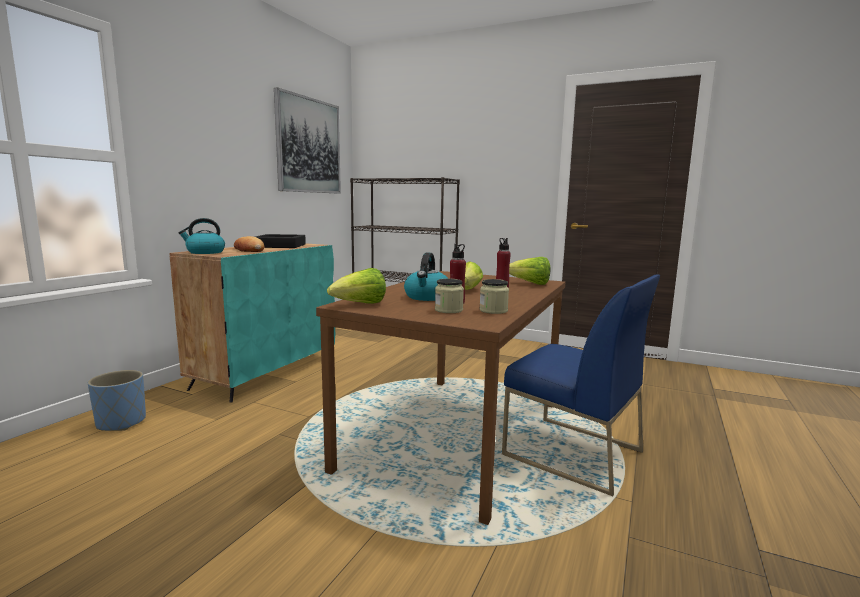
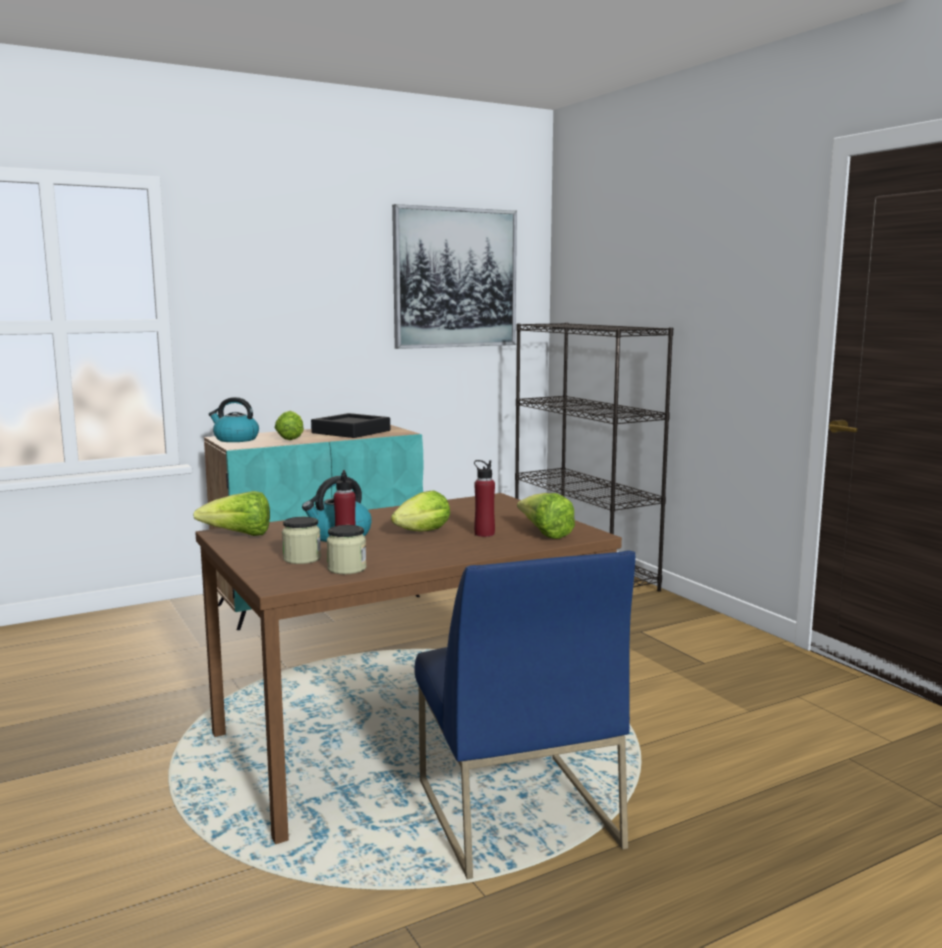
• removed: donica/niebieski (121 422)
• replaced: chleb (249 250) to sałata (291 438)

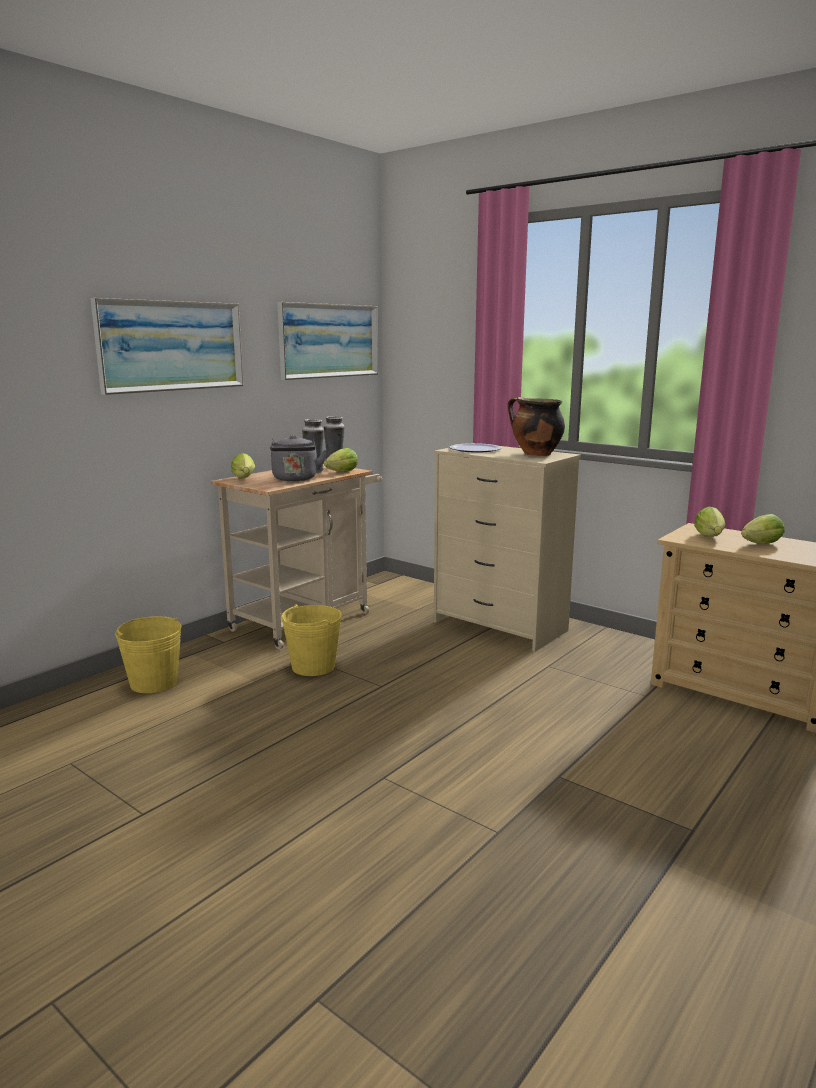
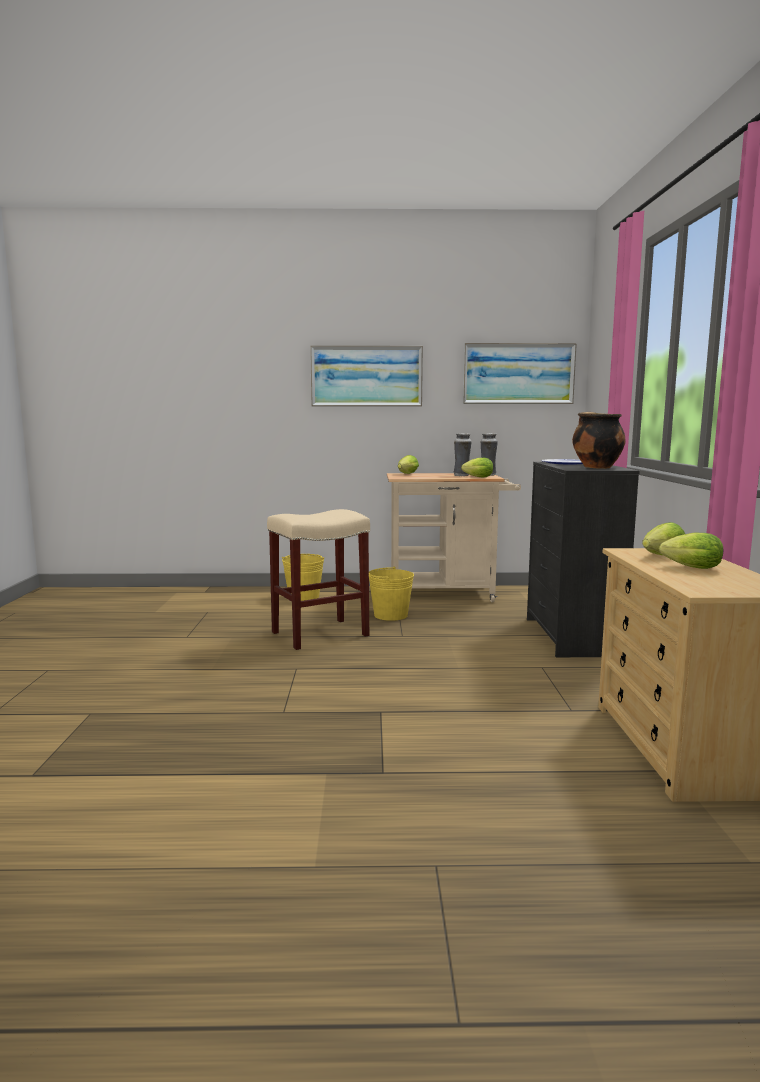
• removed: czajnik/szary (295 479)
• recoloured: komoda/beżowy (499 626) to komoda/czarny (570 636)
• added: stołek/beżowy (321 633)

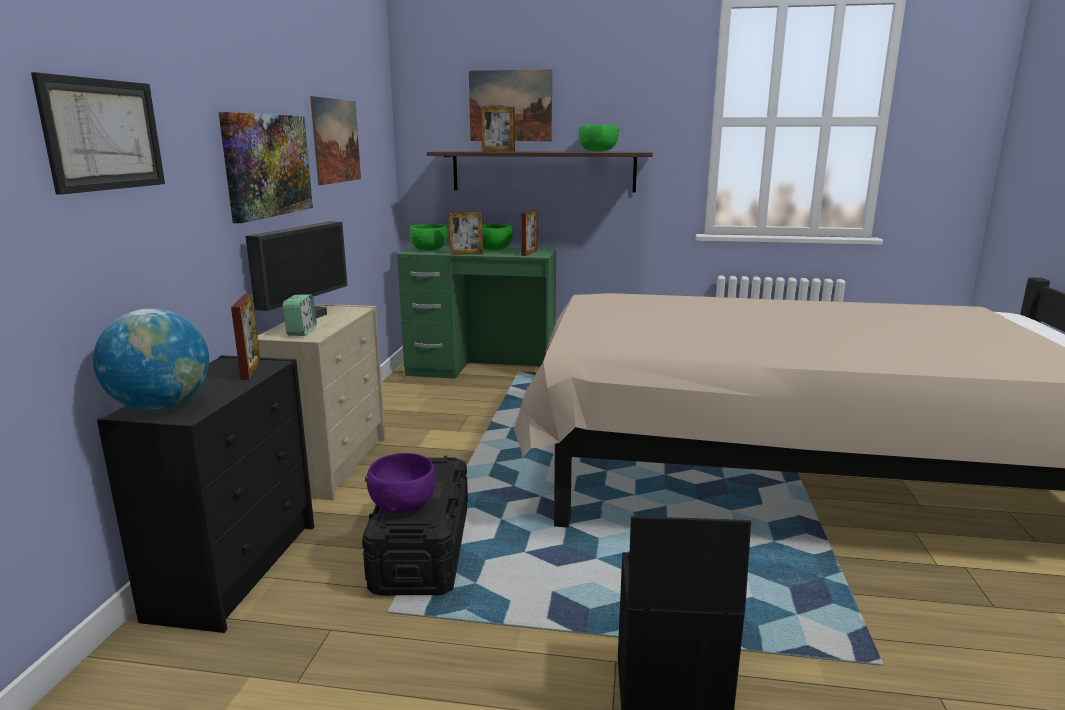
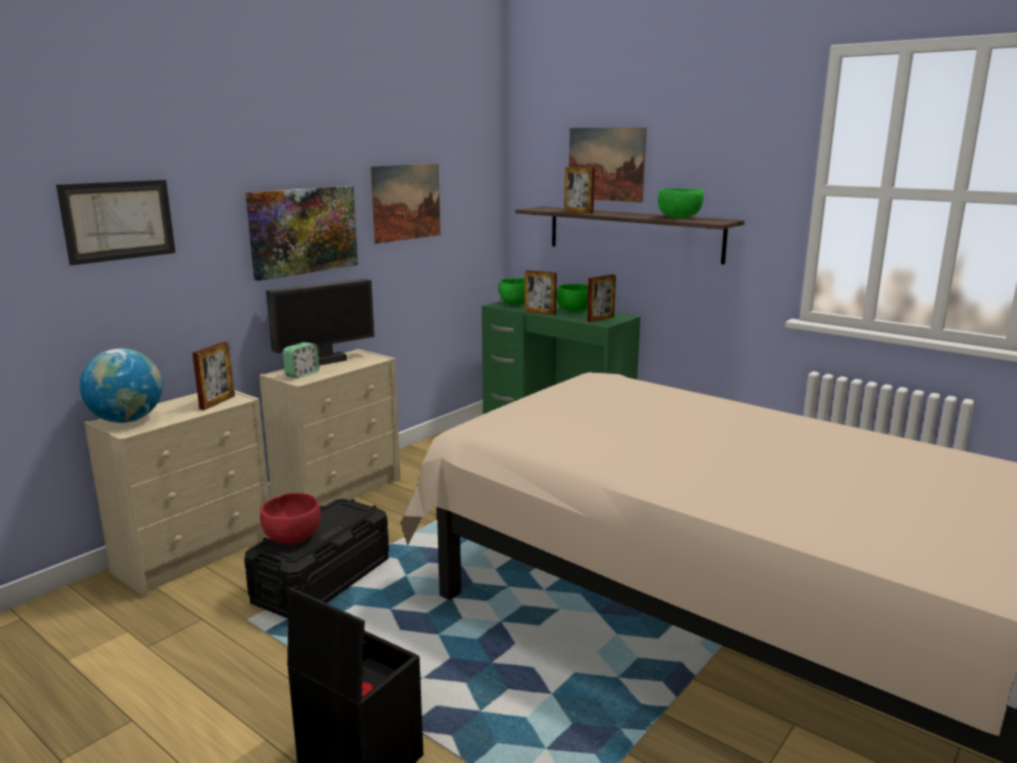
• recoloured: komoda/czarny (237 568) to komoda/beżowy (197 554)
• recoloured: miska/fioletowy (402 504) to miska/czerwony (293 537)

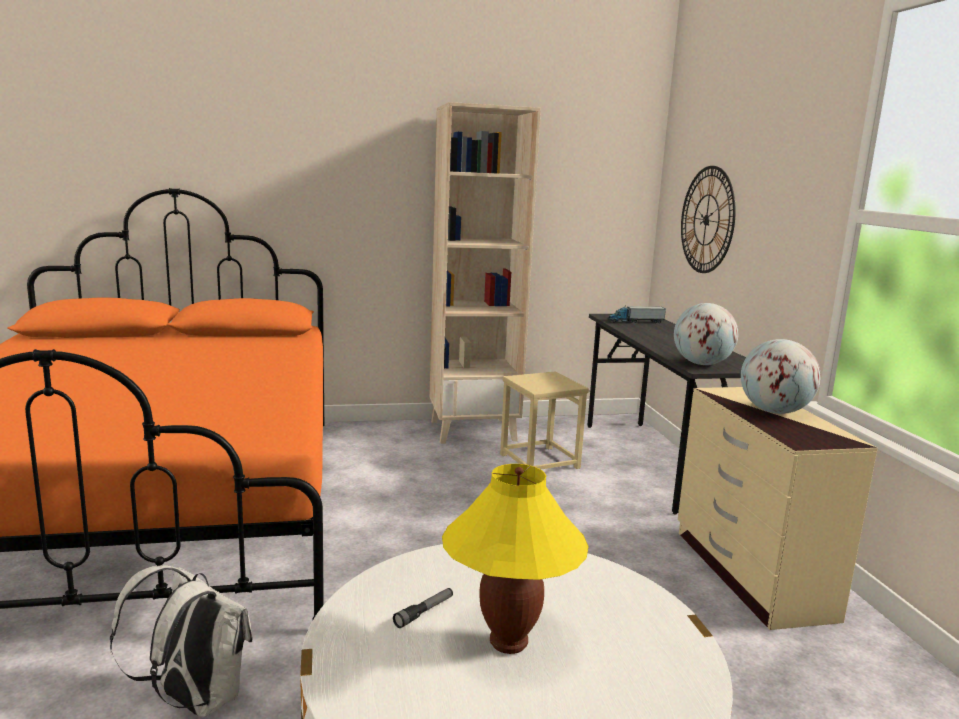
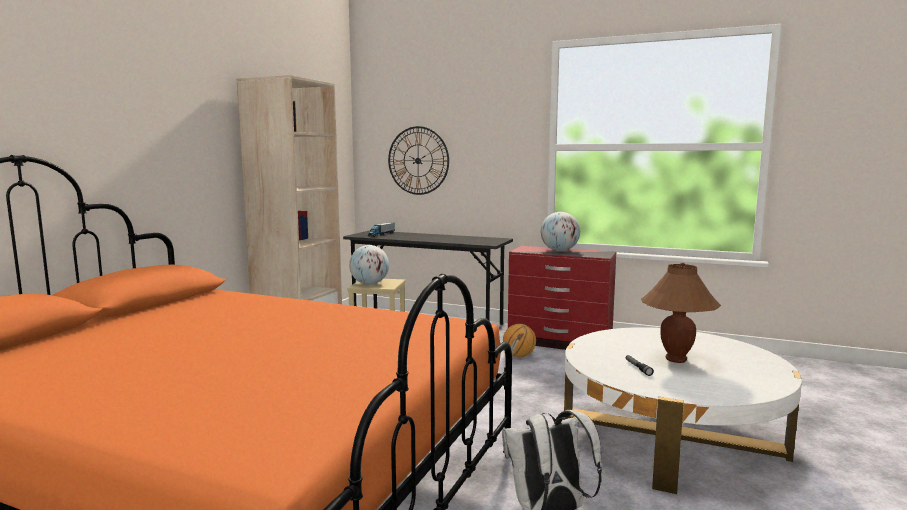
• recoloured: lampa stołowa/żółty (508 642) to lampa stołowa/brązowy (675 359)
• moved: globus (701 364) to (369 284)
• recoloured: komoda/beżowy (750 574) to komoda/czerwony (560 342)
• added: piłka do koszykówki (519 356)

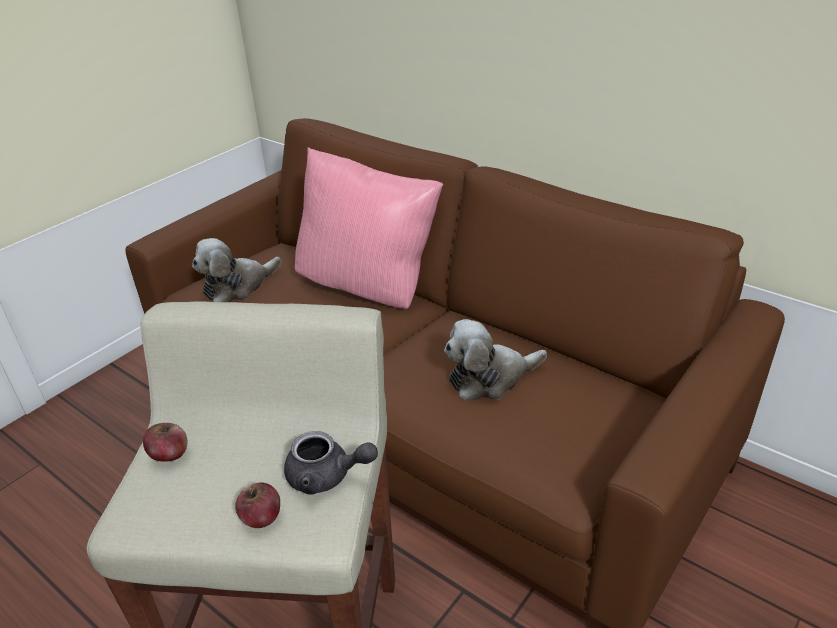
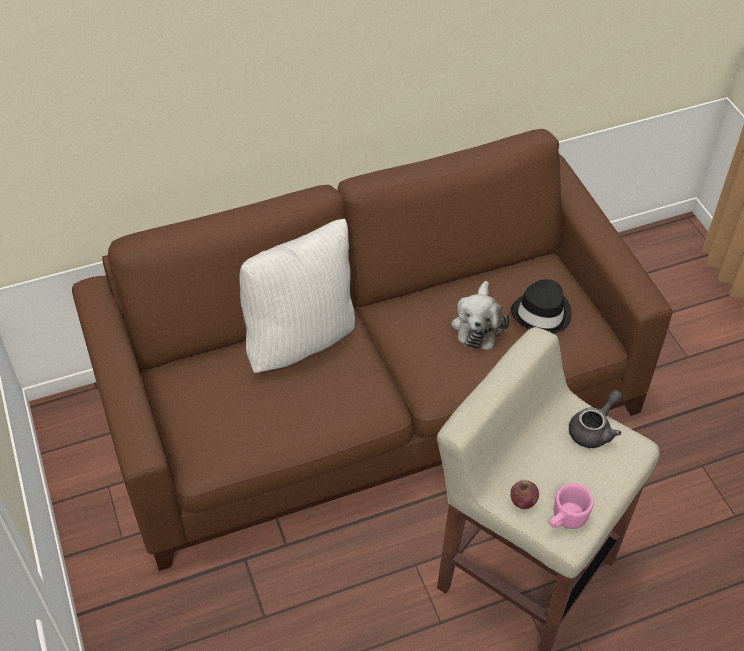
• removed: pluszak (238 286)
• removed: jabłko (261 518)
• recoloured: poduszka/różowy (370 288) to poduszka/biały (301 338)
• added: kapelusz/czarny (542 313)
• added: kubek/różowy (565 519)

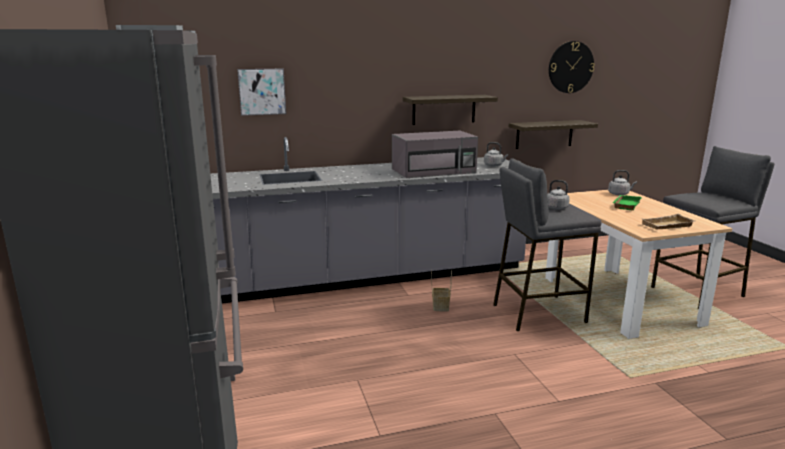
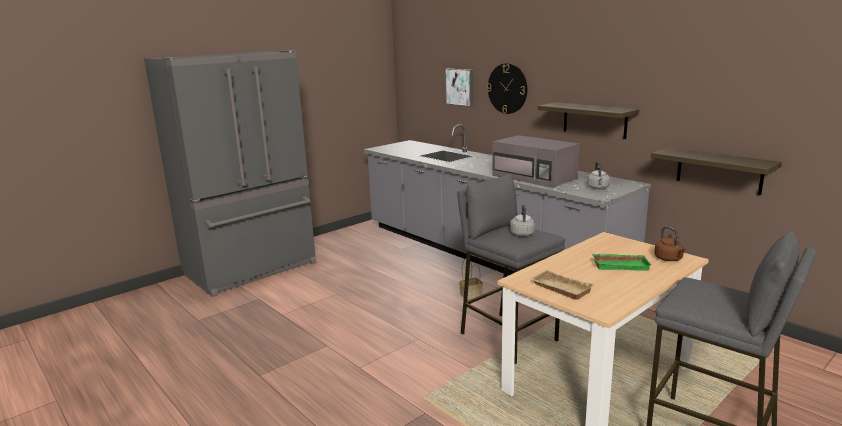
• moved: zegar ścienny (570 67) to (507 88)
• recoloured: czajnik/szary (619 194) to czajnik/brązowy (669 259)

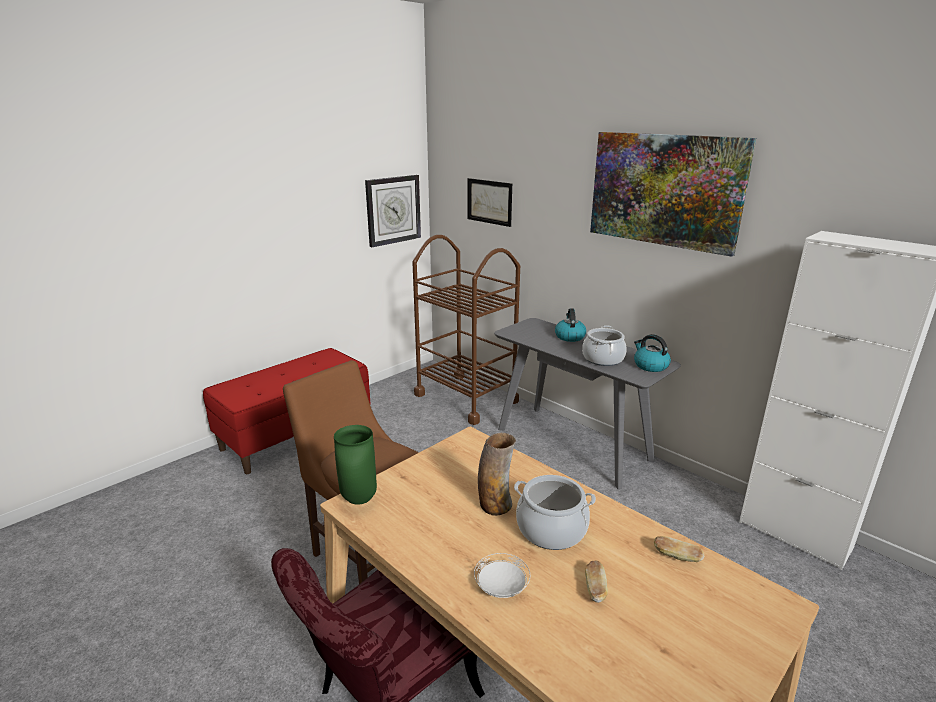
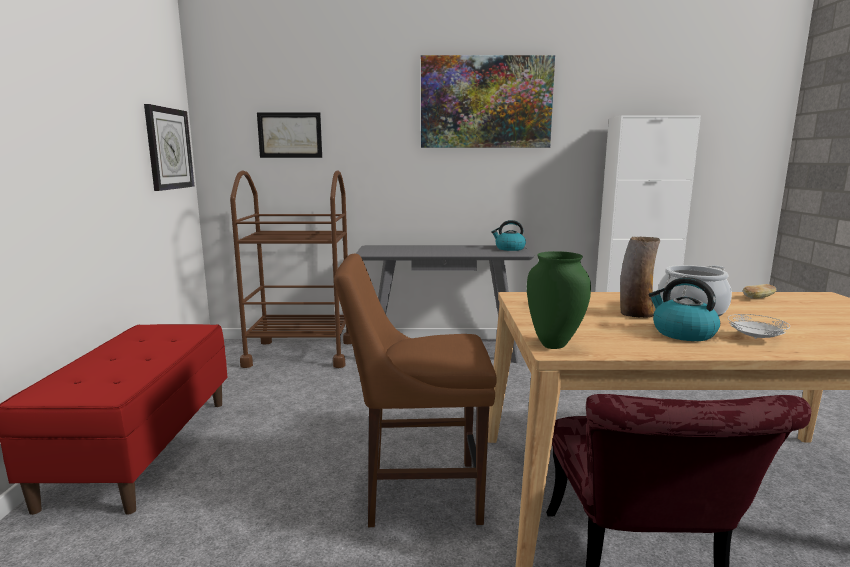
• moved: czajnik (569 336) to (682 333)
• removed: garnek (603 359)
• removed: chleb (595 589)

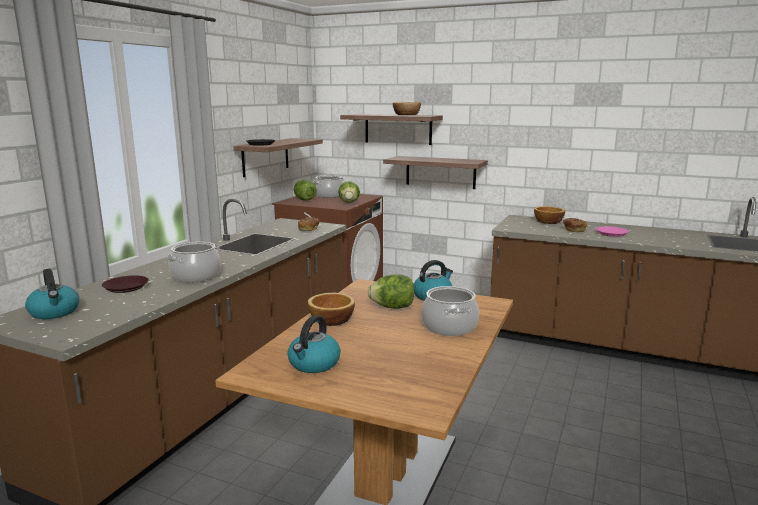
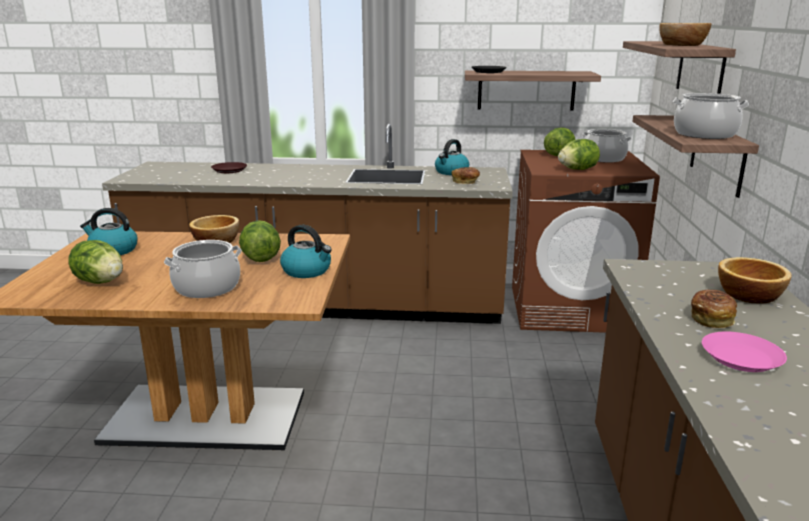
• moved: czajnik (55 312) to (451 172)
• moved: garnek (196 276) to (704 134)
• added: sałata (100 282)

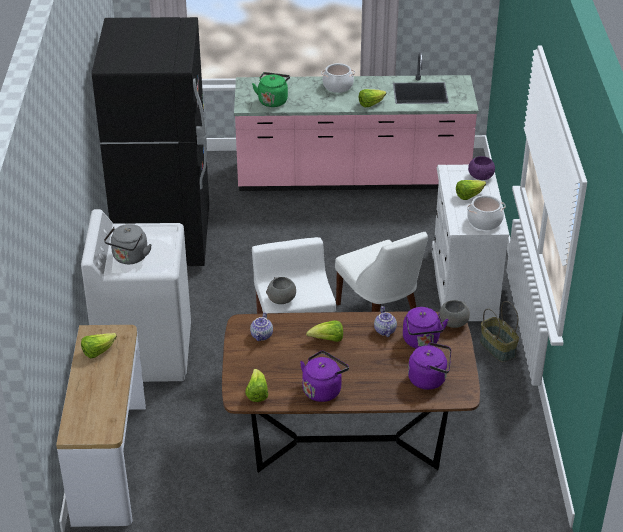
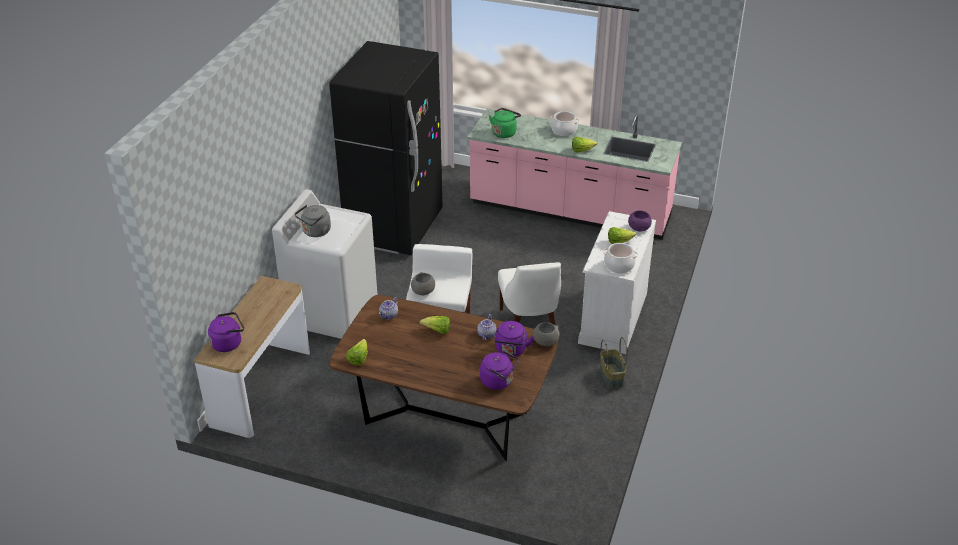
• removed: sałata (98 351)
• moved: czajnik/fioletowy (323 389) to (228 343)

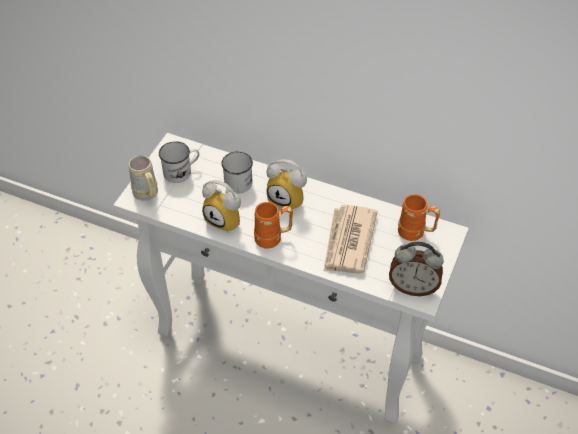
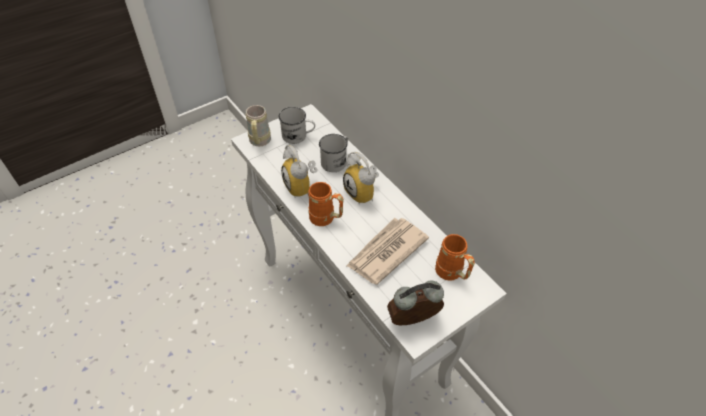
• turned: budzik (413 287) = (413 321) 120 degrees clockwise

